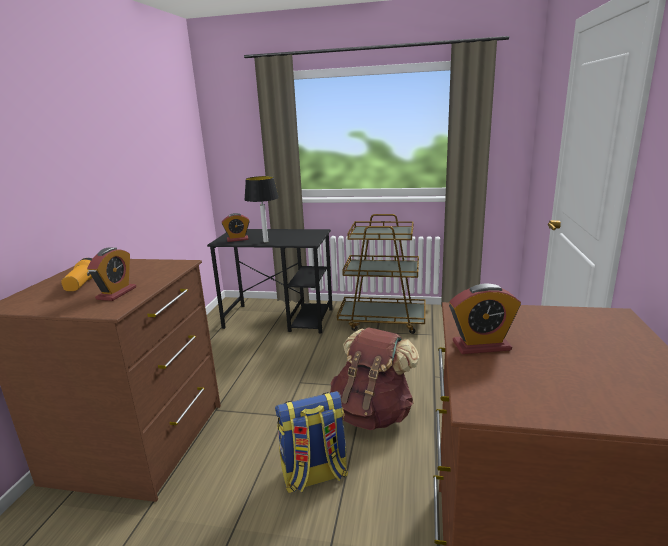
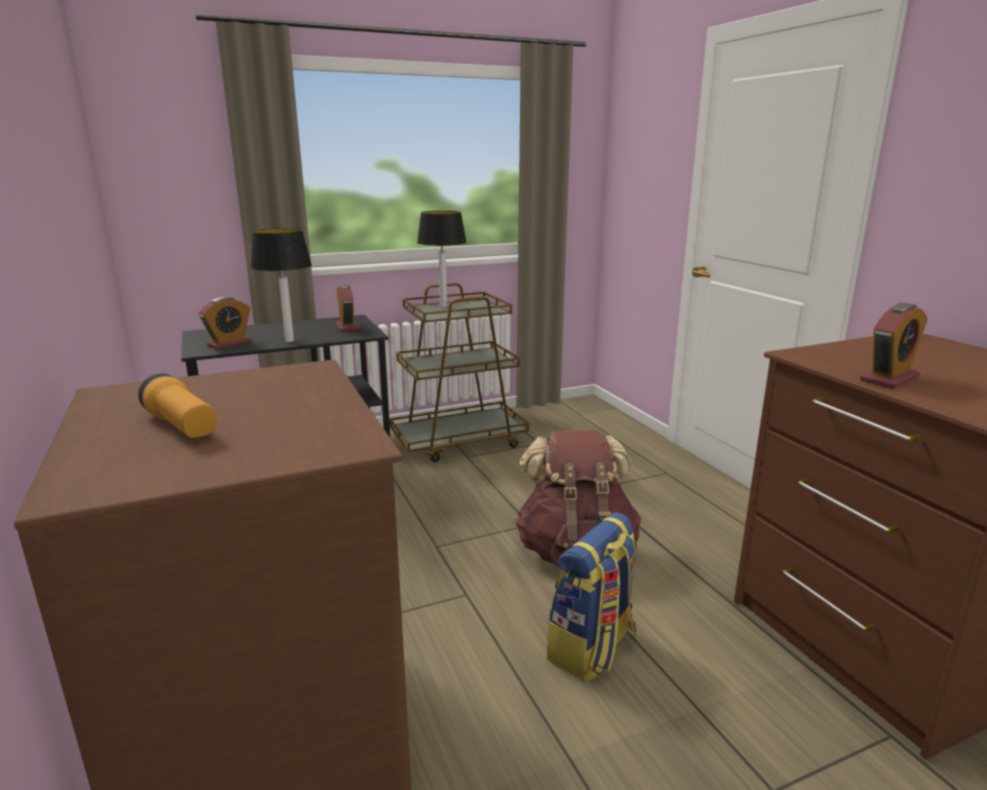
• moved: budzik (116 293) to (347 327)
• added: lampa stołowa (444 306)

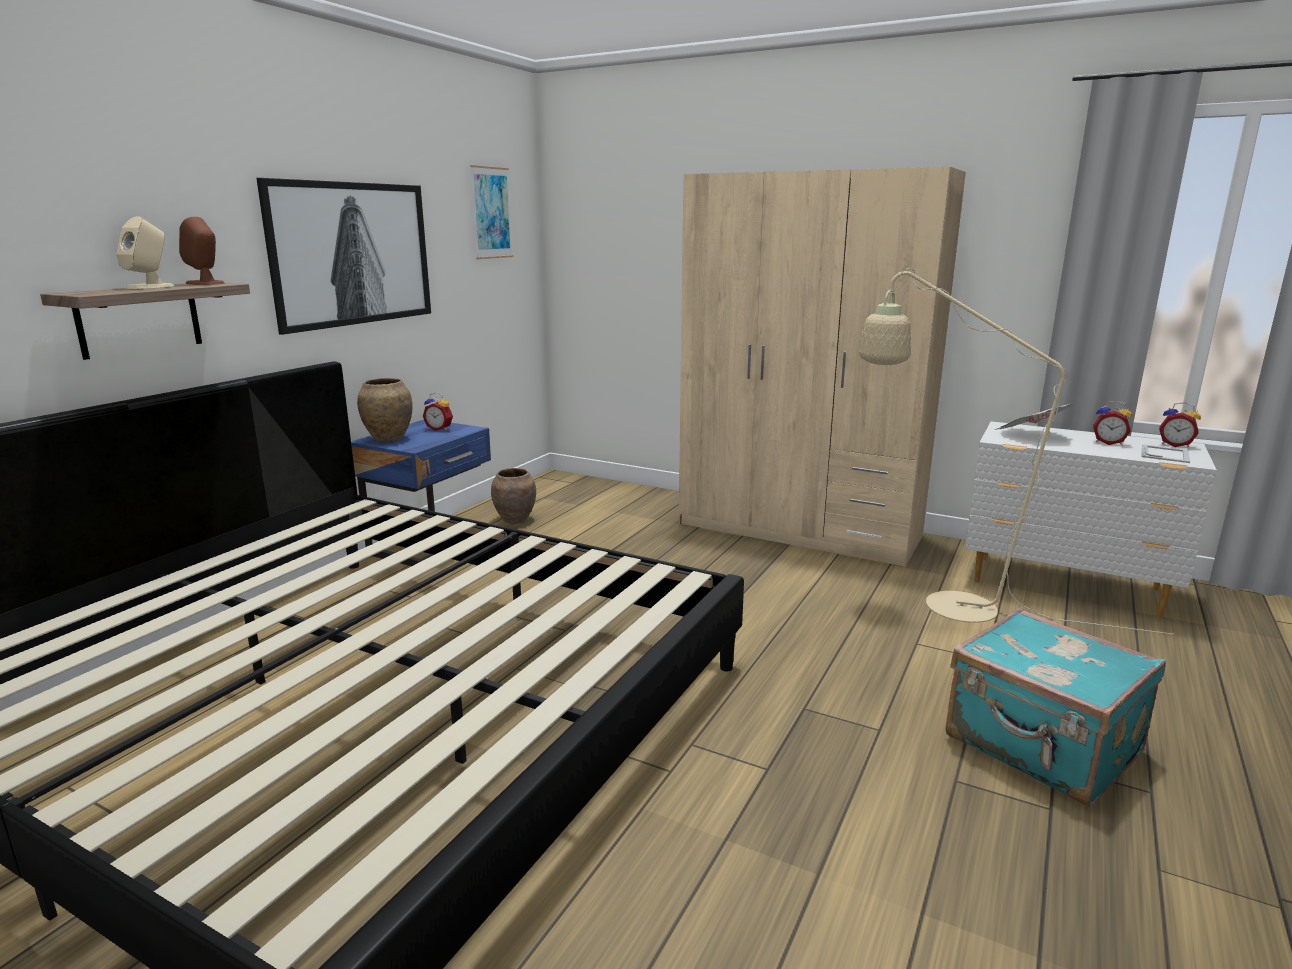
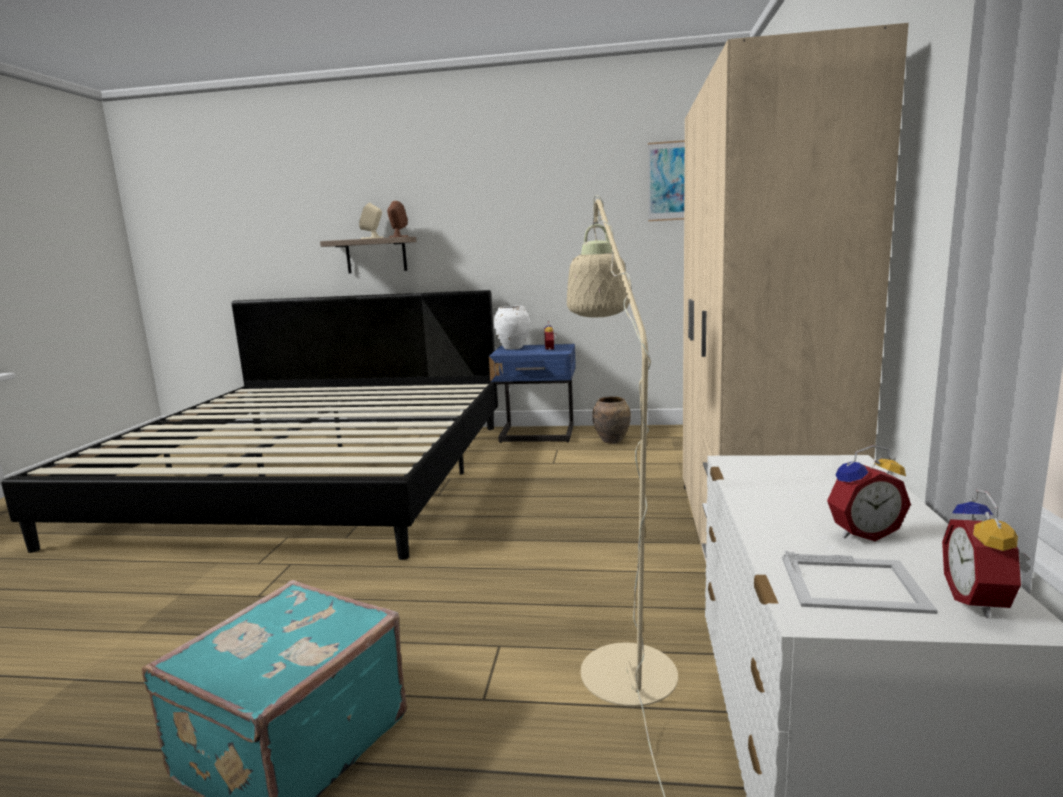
• removed: obraz (353 254)
• recoloured: wazon/brązowy (388 439) to wazon/biały (512 348)
• removed: gazeta (1029 435)
• turned: budzik (1108 443) = (862 533) 105 degrees counterclockwise

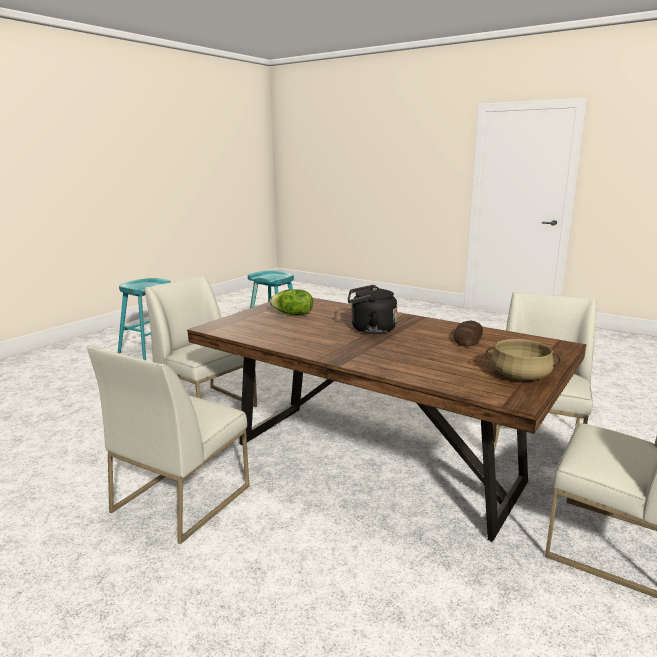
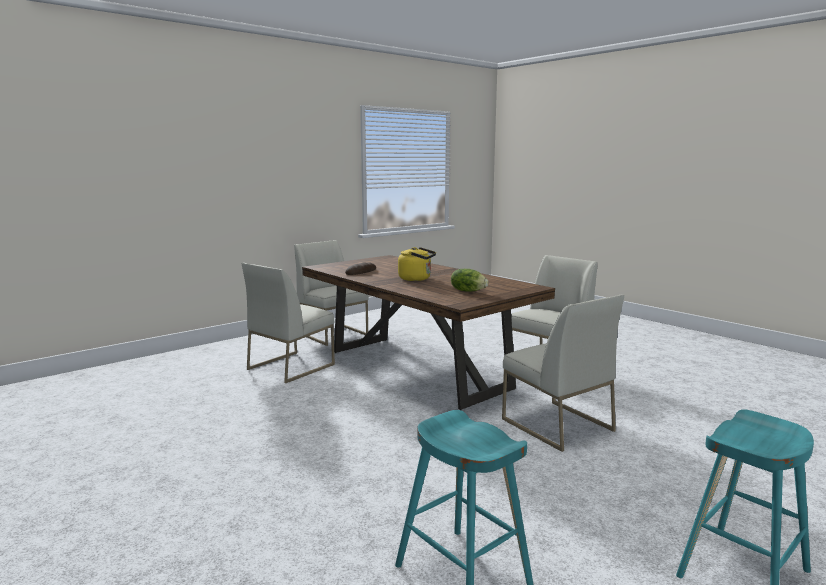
• recoloured: czajnik/czarny (370 329) to czajnik/żółty (417 279)
• removed: garnek/beżowy (520 376)

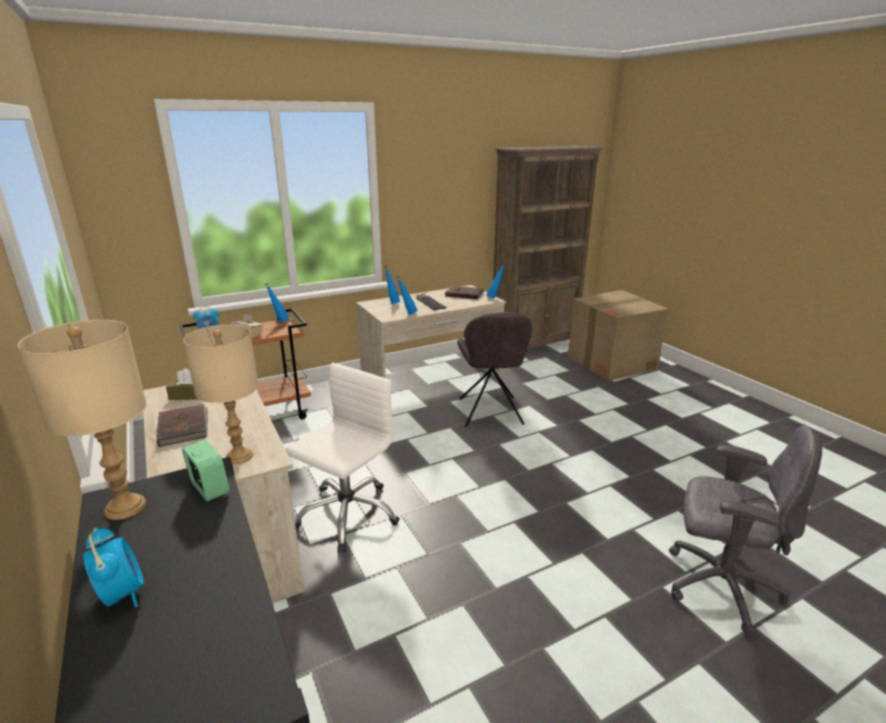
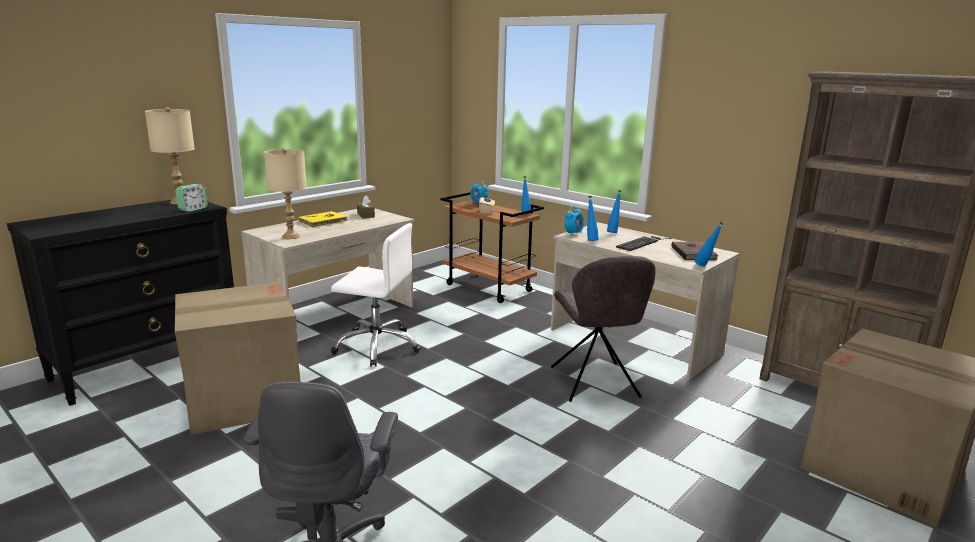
• moved: budzik (122 594) to (573 233)
• recoloured: książka/brązowy (184 427) to książka/żółty (323 221)
• turned: krzesło/szary (490 413) = (595 384) 75 degrees counterclockwise
• added: karton (243 398)

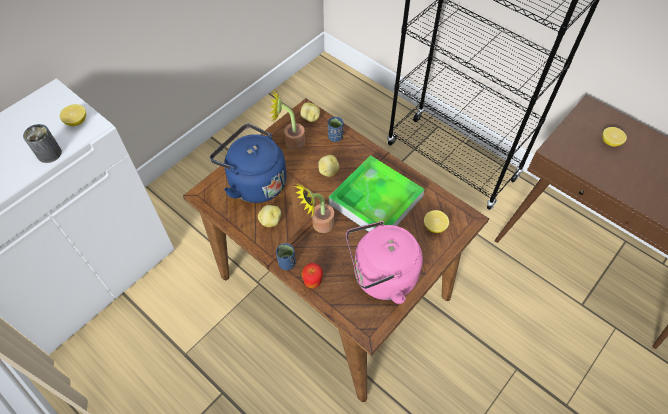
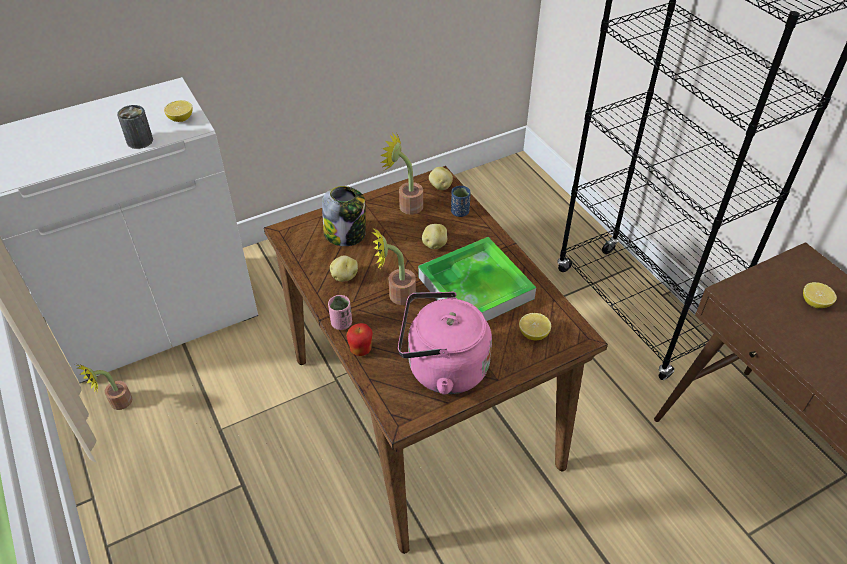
• replaced: czajnik/niebieski (254 182) to słoik (346 234)
• recoloured: filiżanka/niebieski (287 263) to filiżanka/różowy (341 323)
• added: roślina doniczkowa (117 403)

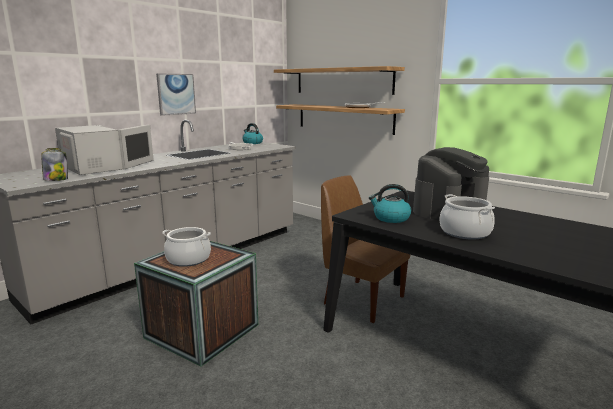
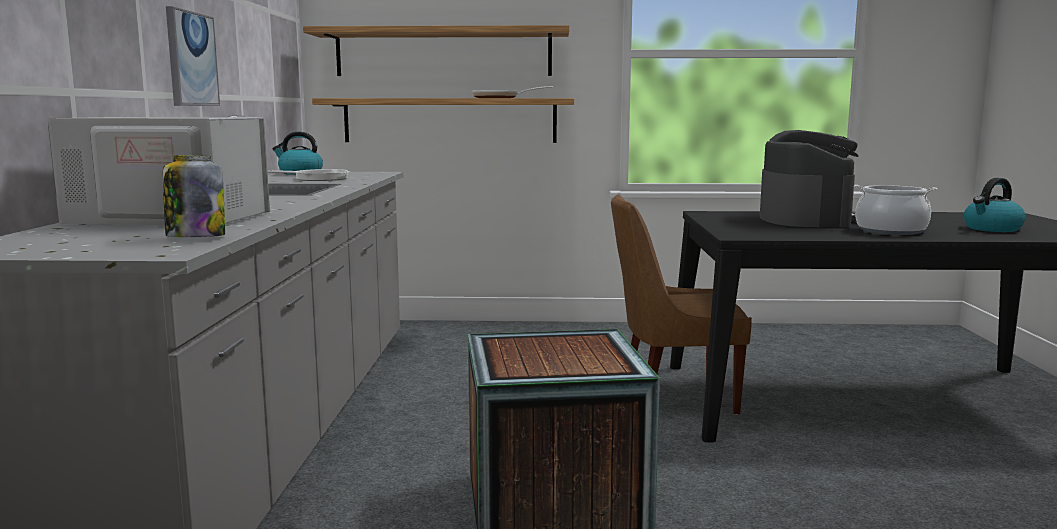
• removed: garnek (188 259)
• moved: czajnik (390 218) to (992 229)

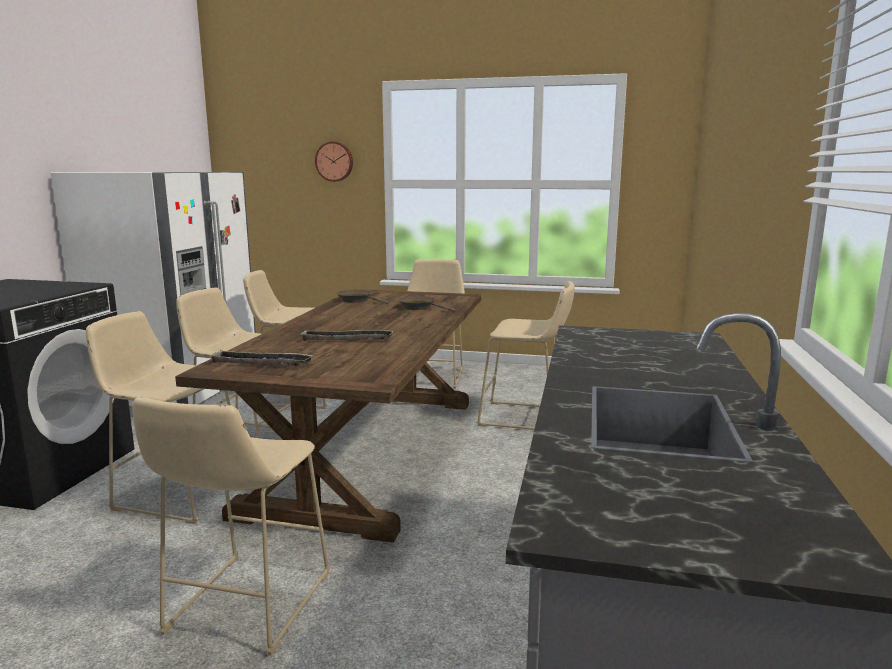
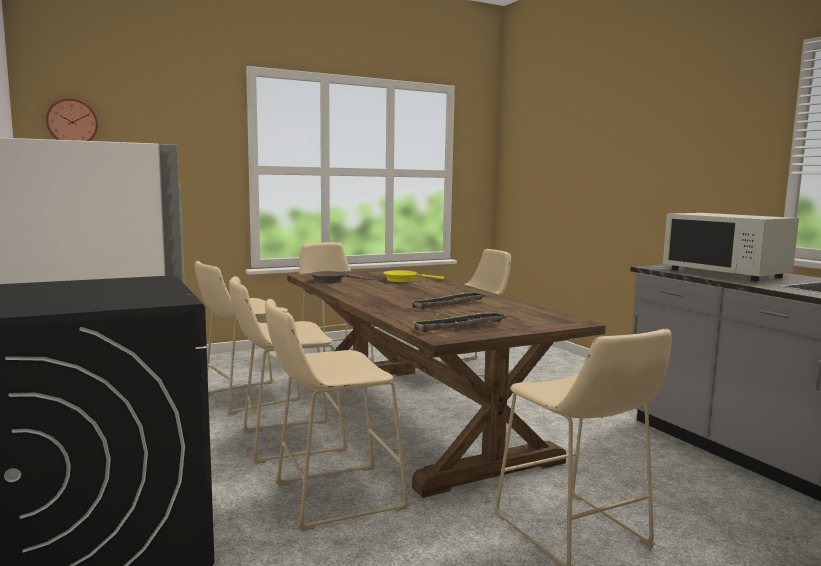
• moved: zegar ścienny (334 161) to (72 122)
• recoloured: patelnia/brązowy (419 307) to patelnia/żółty (403 280)
• added: mikrofalówka/biały (725 273)

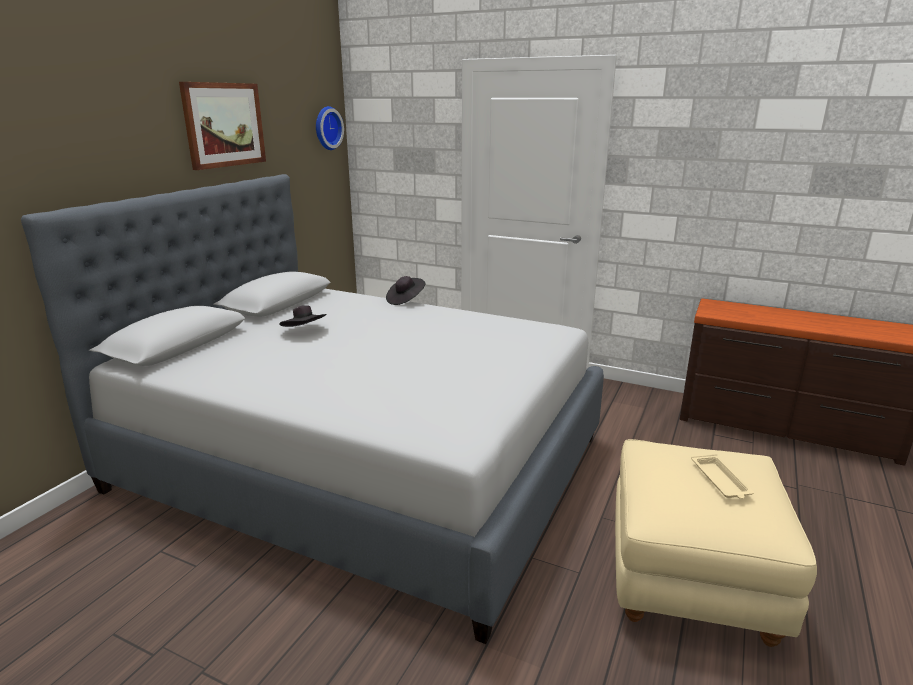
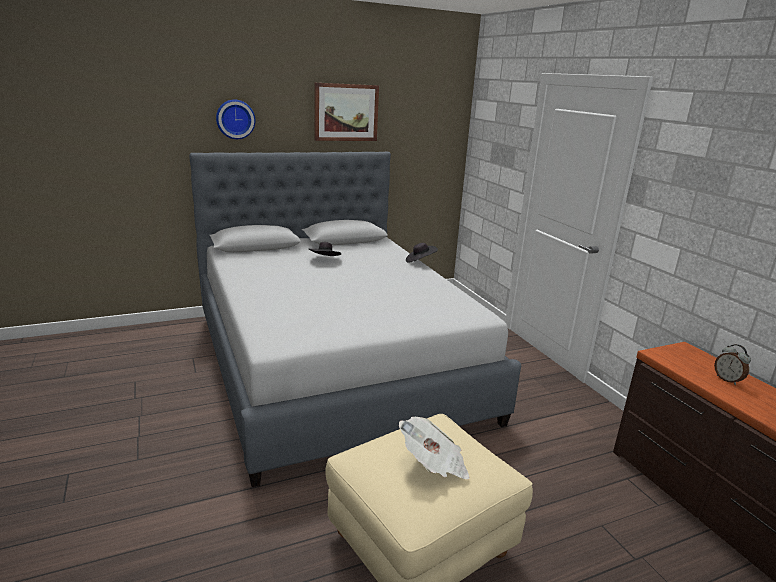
• moved: zegar ścienny (326 128) to (235 119)
• replaced: taca/beżowy (720 480) to gazeta (433 464)
• added: budzik (727 380)

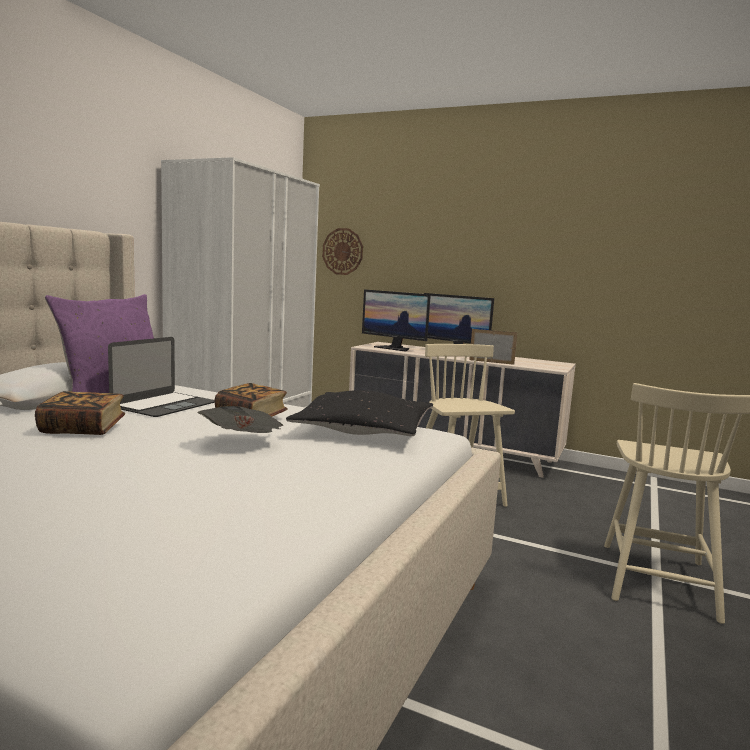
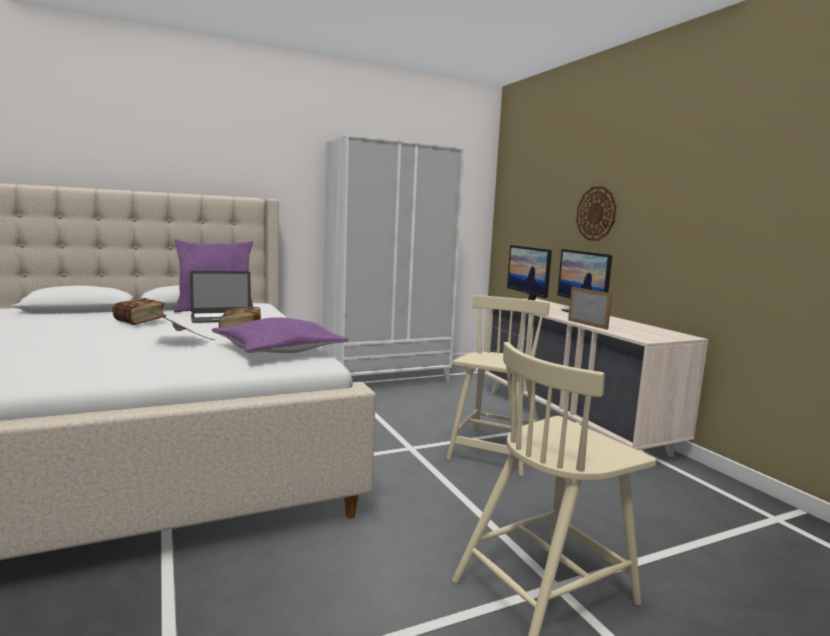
• recoloured: poduszka/czarny (363 430) to poduszka/fioletowy (278 350)
• moved: zegar ścienny (342 251) to (596 213)

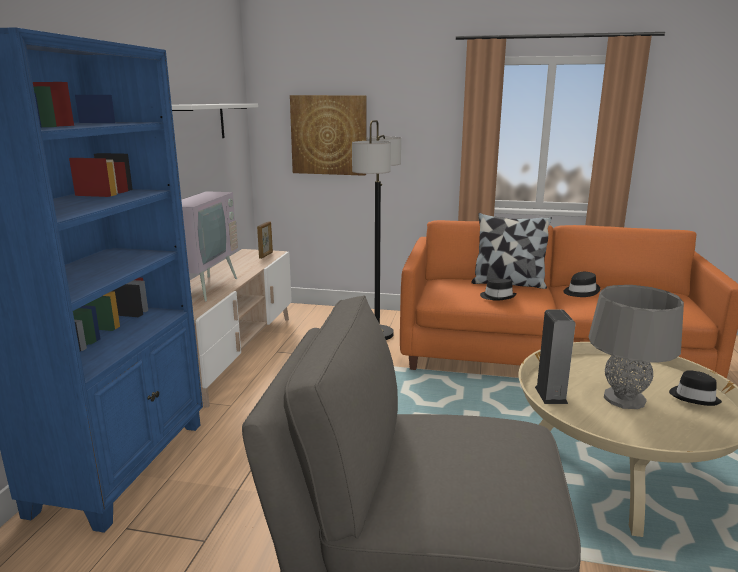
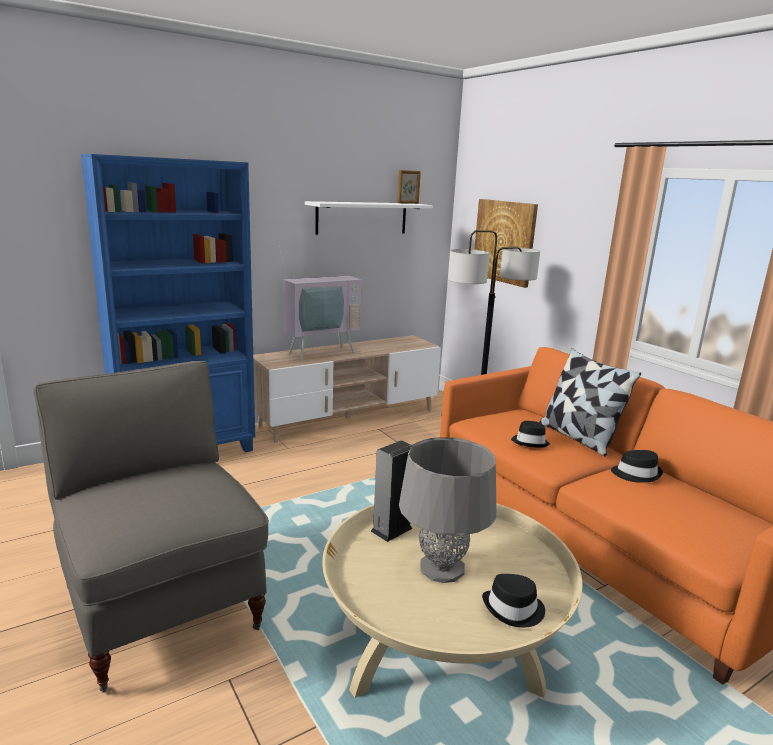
• moved: ramka na zdjęcie (266 255) to (408 203)

